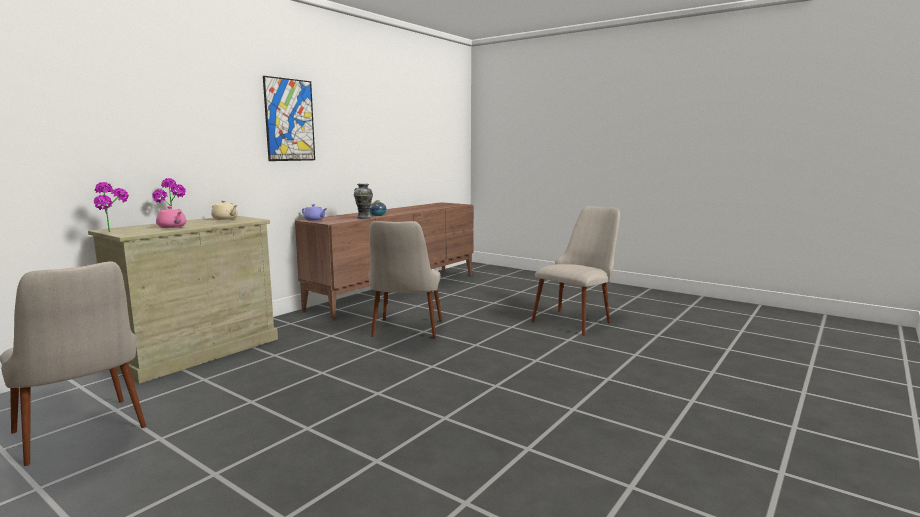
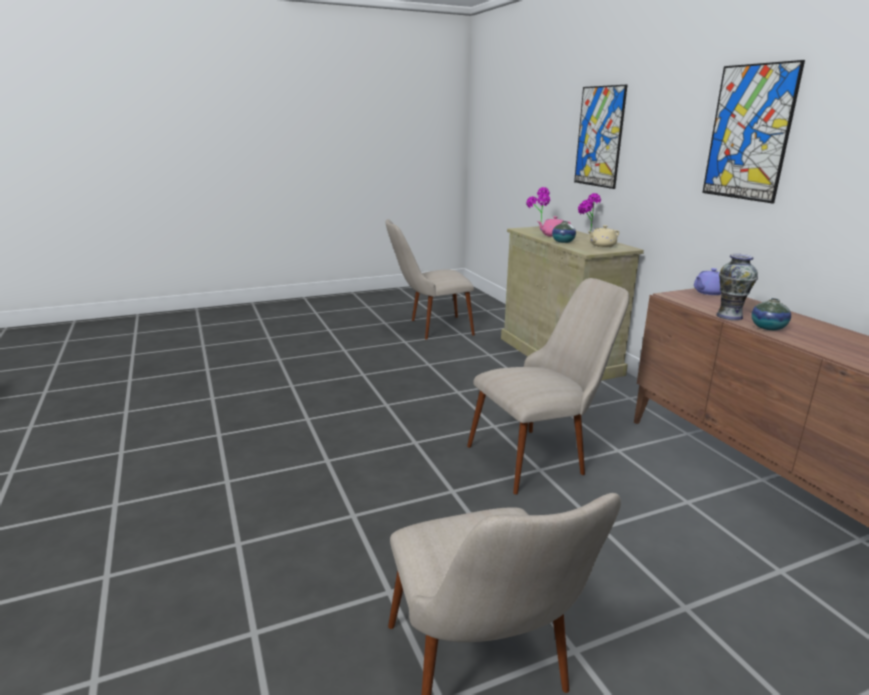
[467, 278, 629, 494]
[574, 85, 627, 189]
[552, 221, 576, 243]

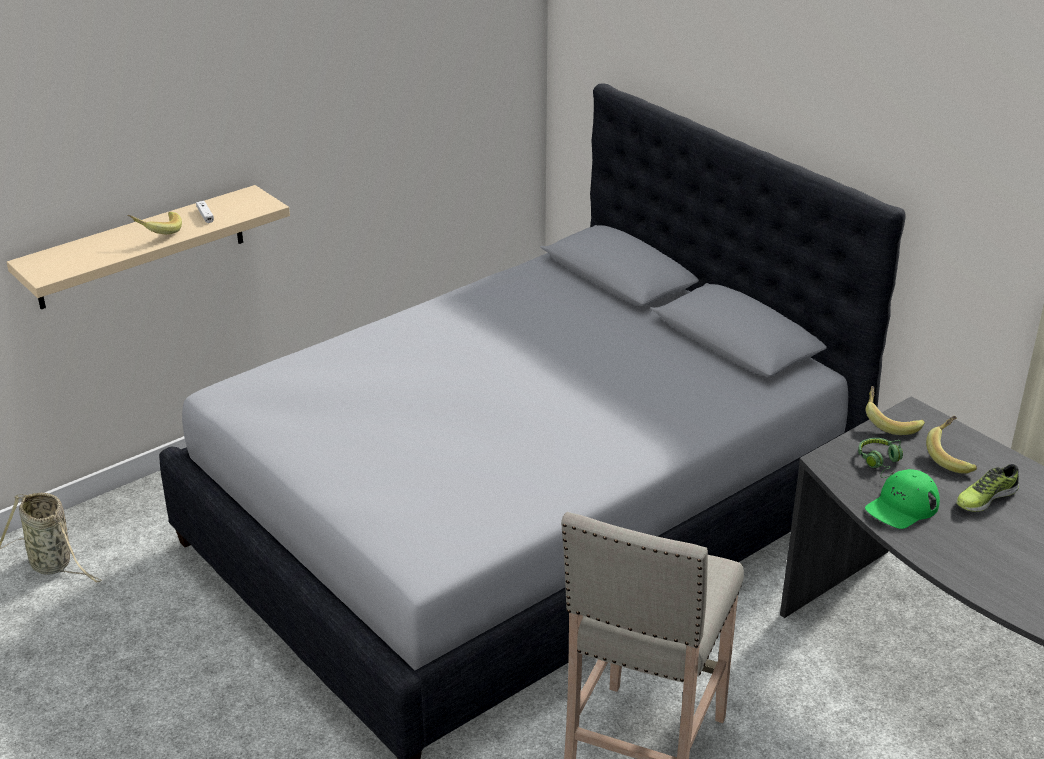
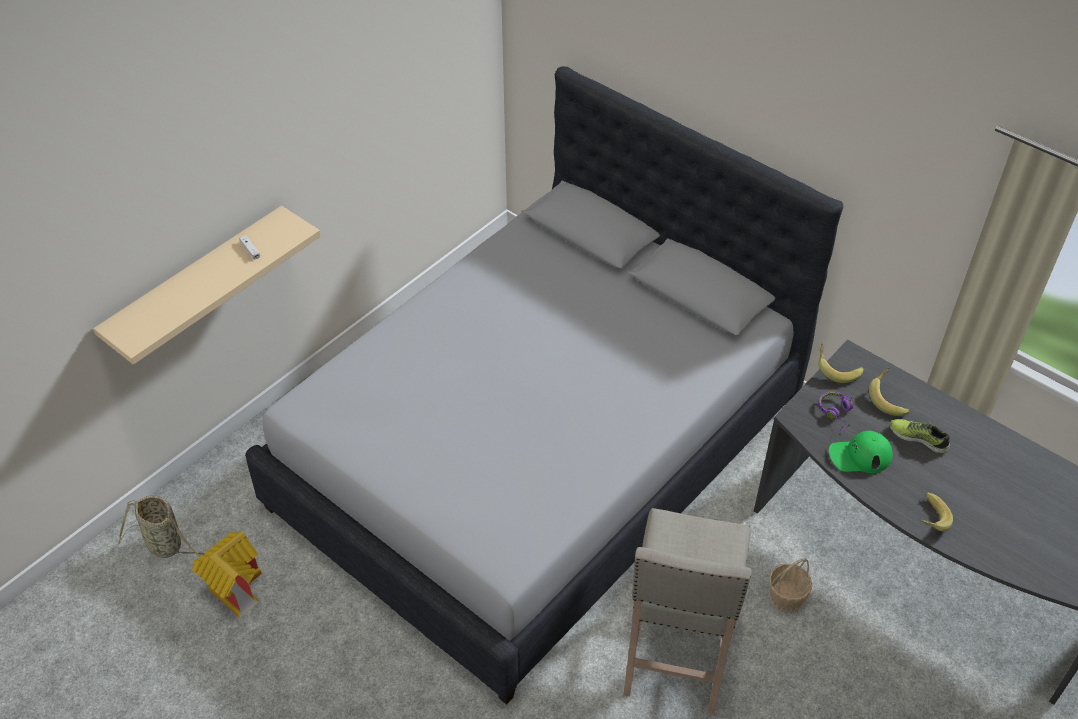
[920, 493, 953, 531]
[818, 391, 853, 431]
[890, 419, 950, 454]
[829, 431, 893, 473]
[192, 531, 262, 618]
[768, 558, 812, 612]

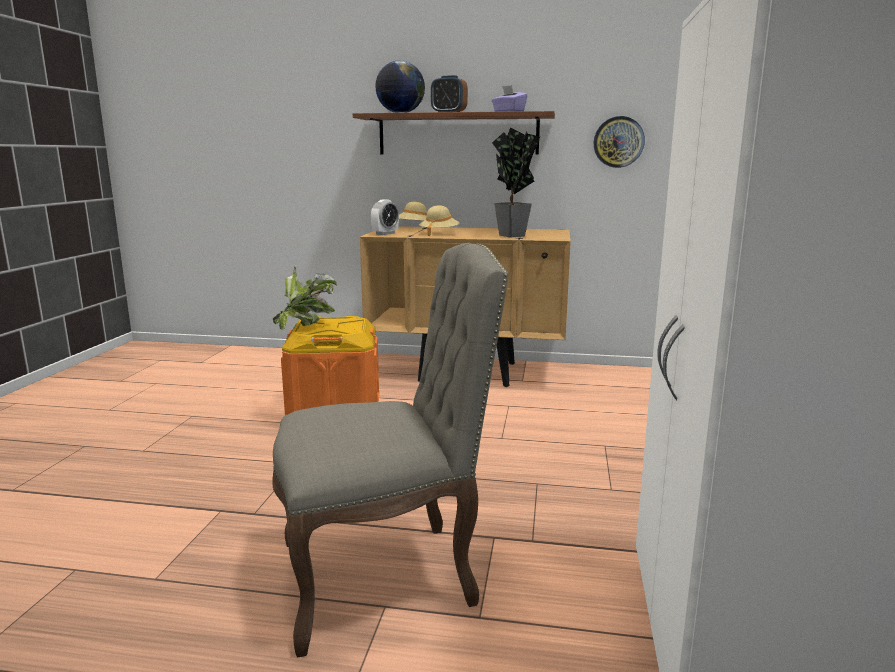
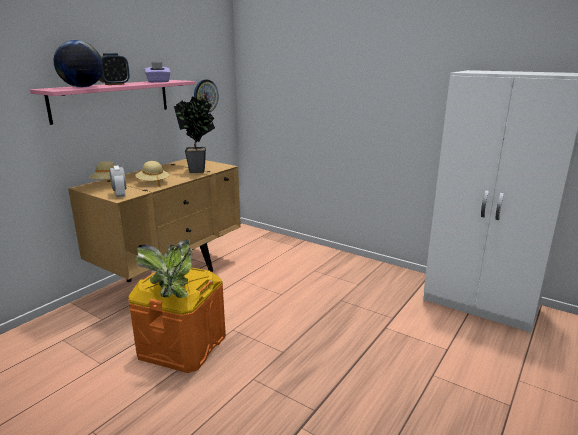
[30, 80, 195, 125]
[272, 243, 509, 657] (first image)

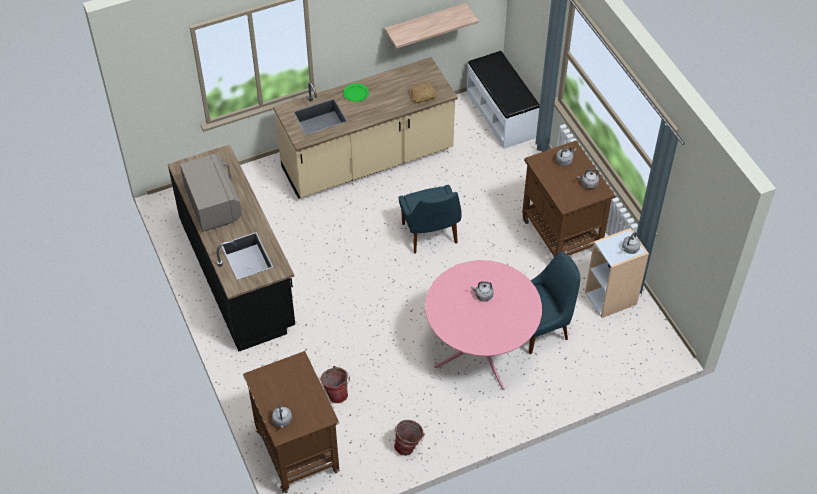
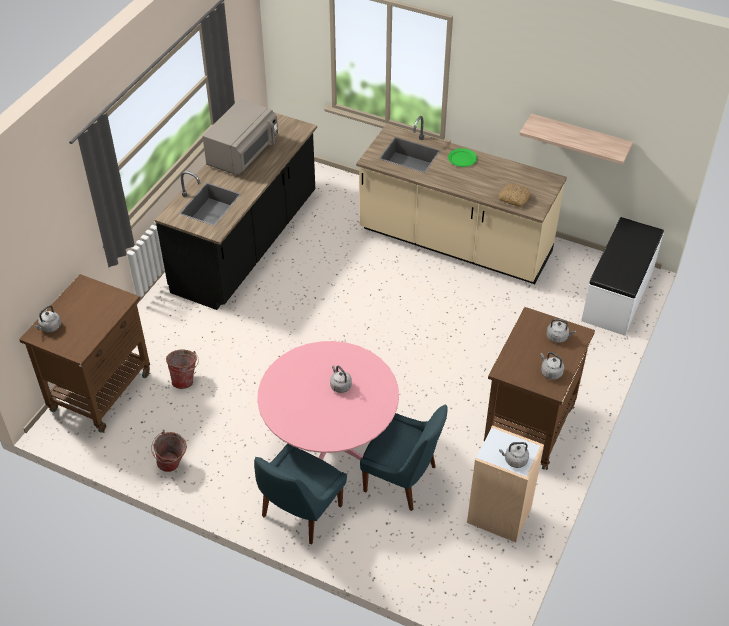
[254, 444, 347, 544]

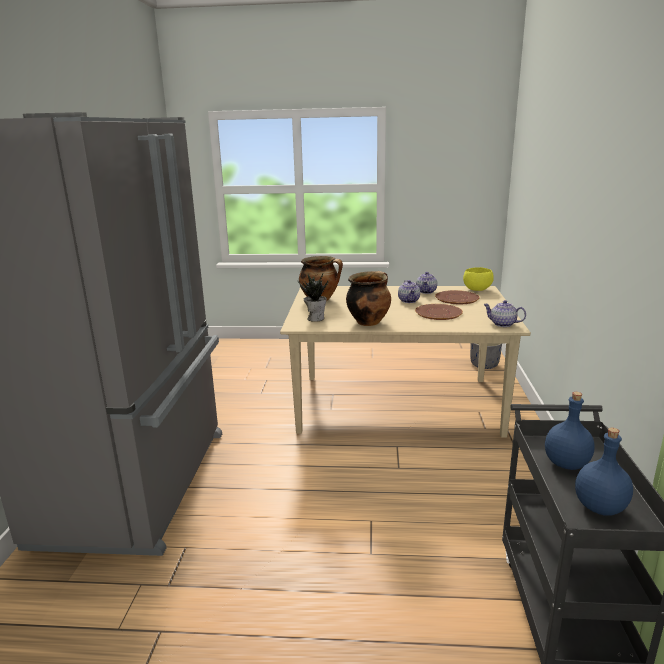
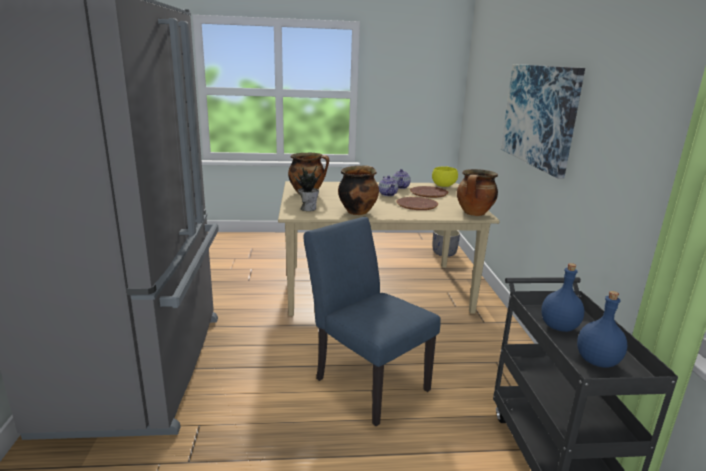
[457, 169, 498, 216]
[501, 64, 585, 179]
[304, 217, 441, 426]

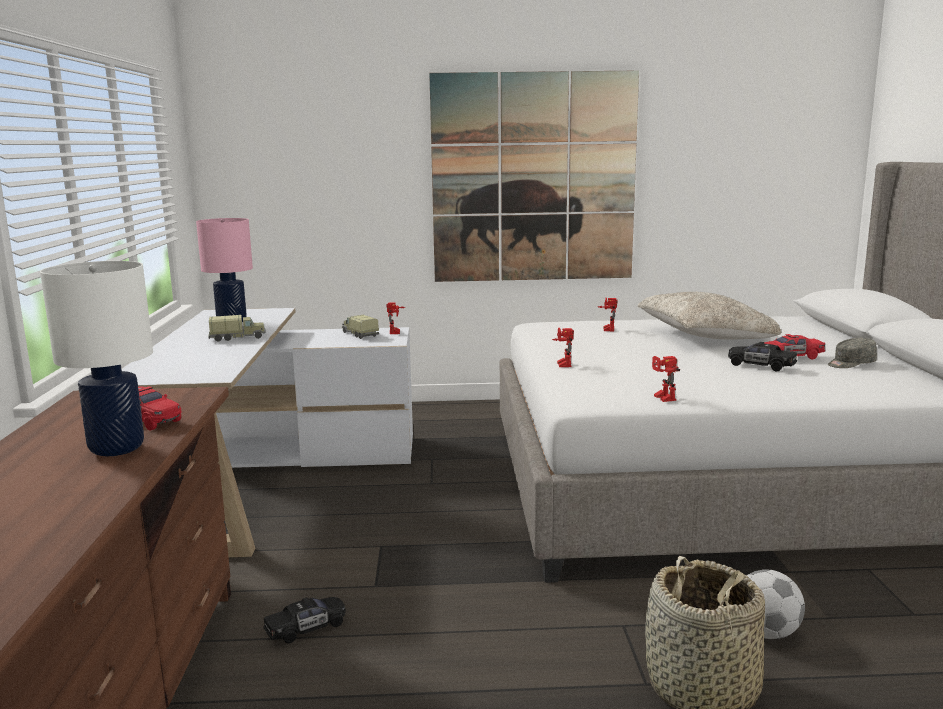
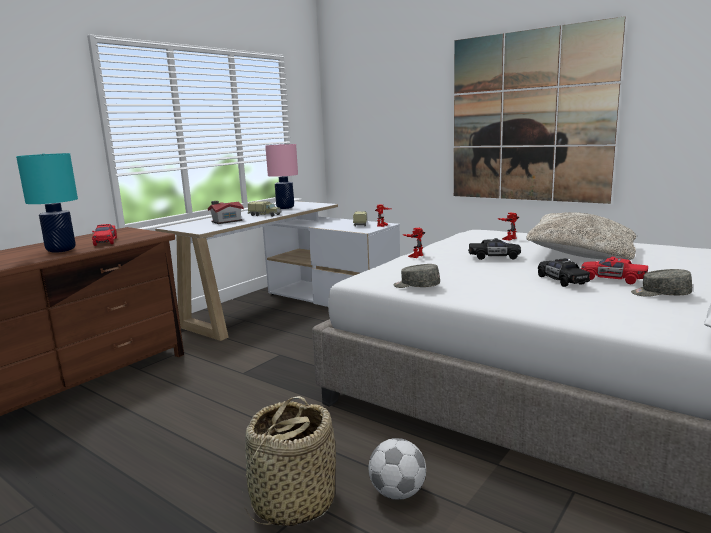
[16, 153, 78, 253]
[393, 264, 440, 288]
[468, 238, 521, 260]
[208, 201, 244, 224]

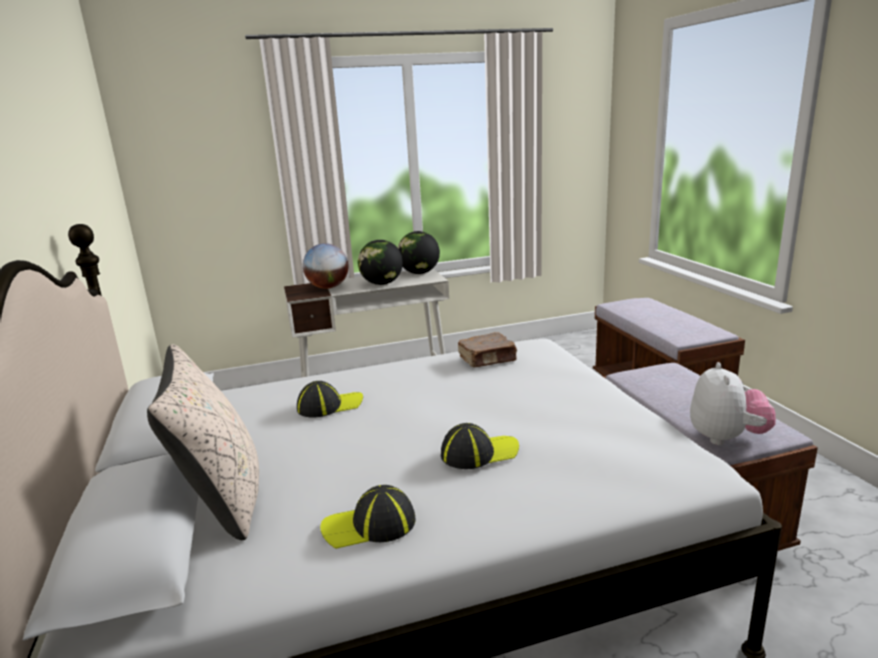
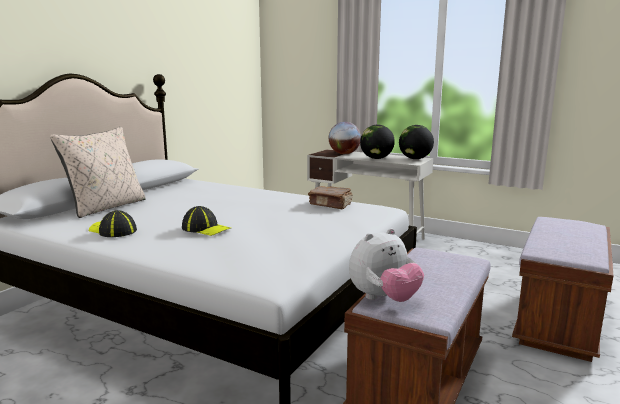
[297, 381, 363, 418] (first image)

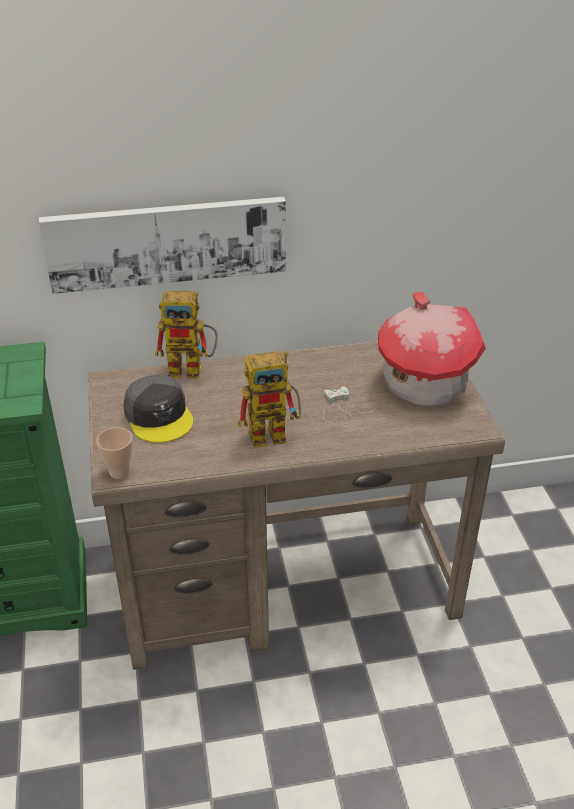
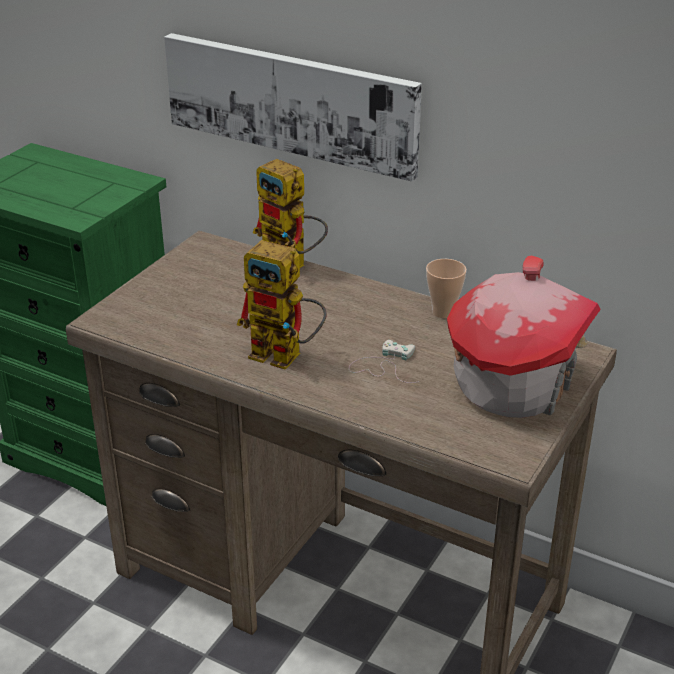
[123, 374, 193, 443] (first image)
[426, 259, 467, 318]

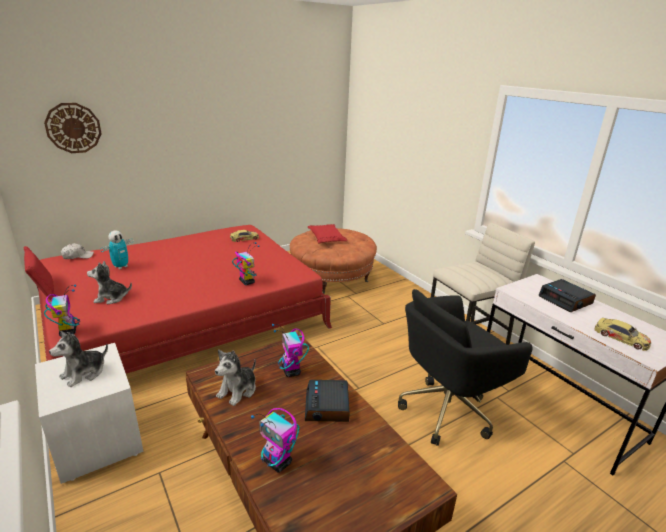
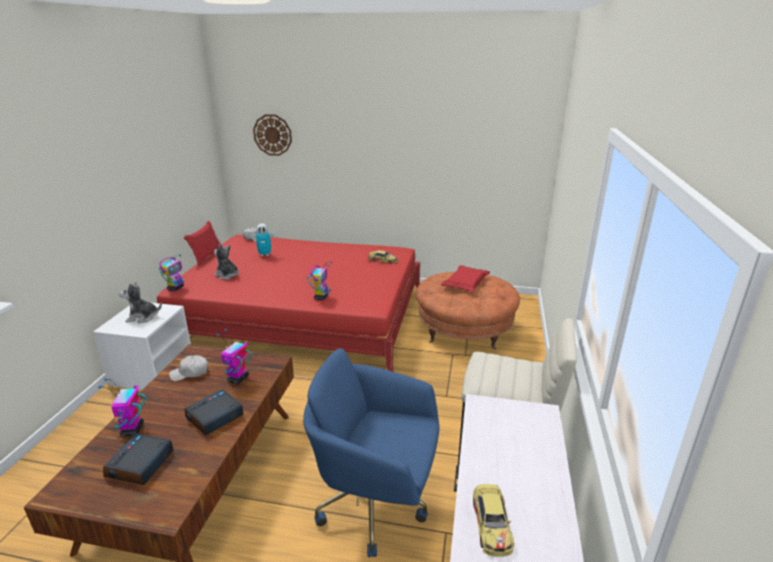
[103, 433, 173, 485]
[303, 348, 440, 557]
[169, 355, 208, 381]

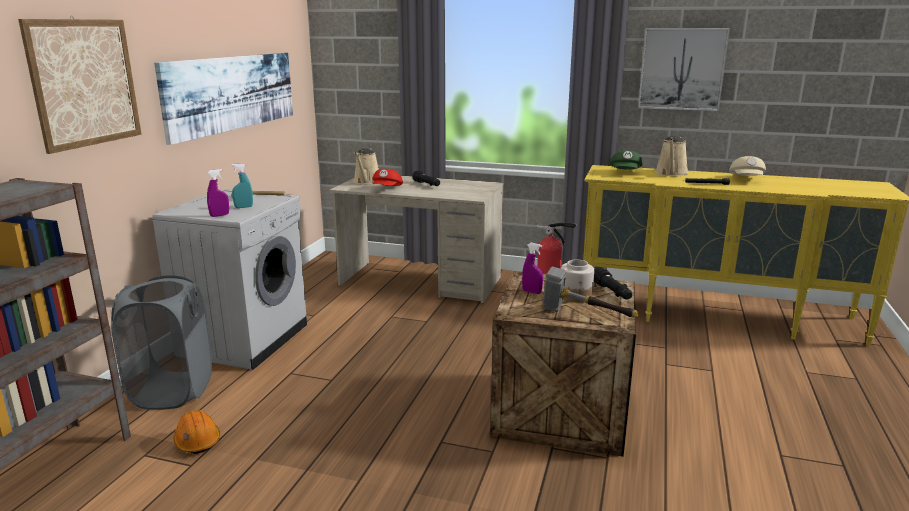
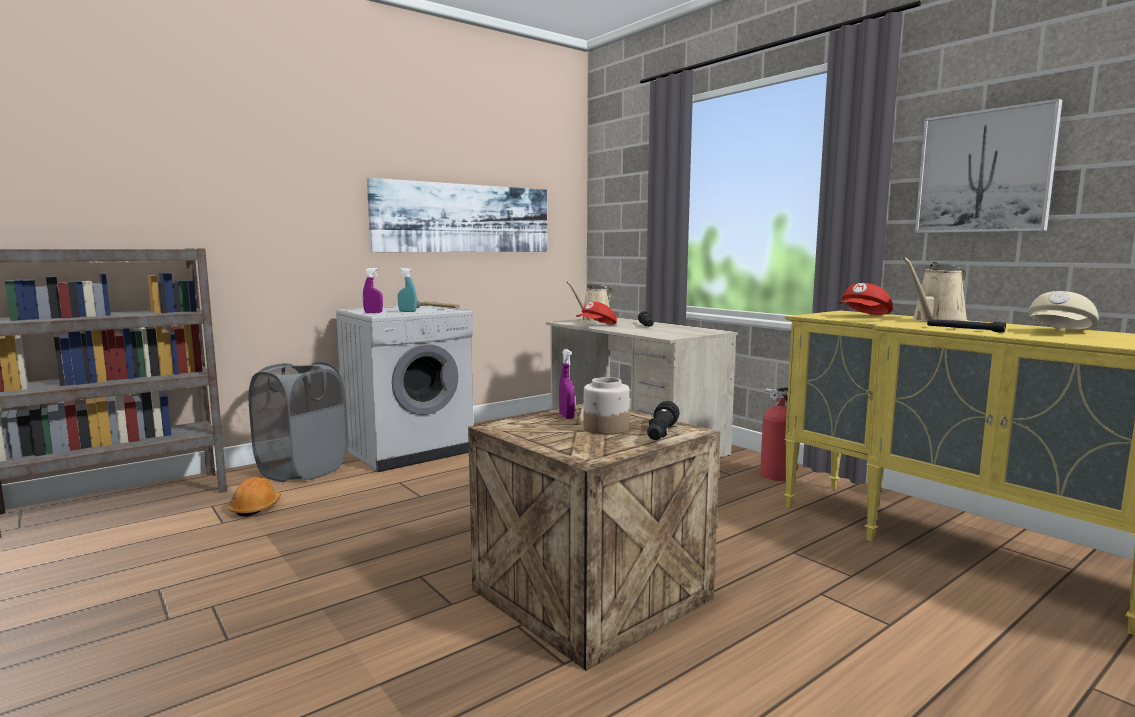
[18, 16, 142, 154] (first image)
[839, 283, 893, 315]
[543, 266, 639, 318] (first image)

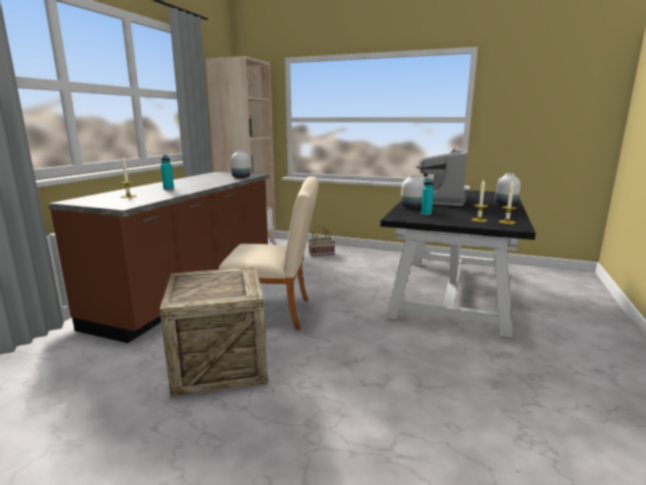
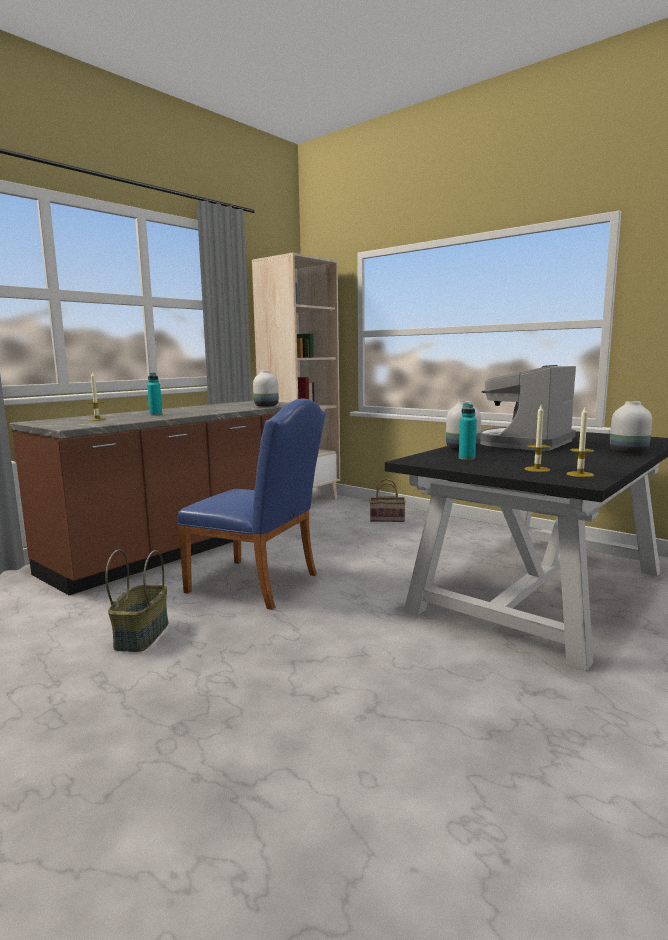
[177, 399, 326, 610]
[105, 549, 169, 652]

